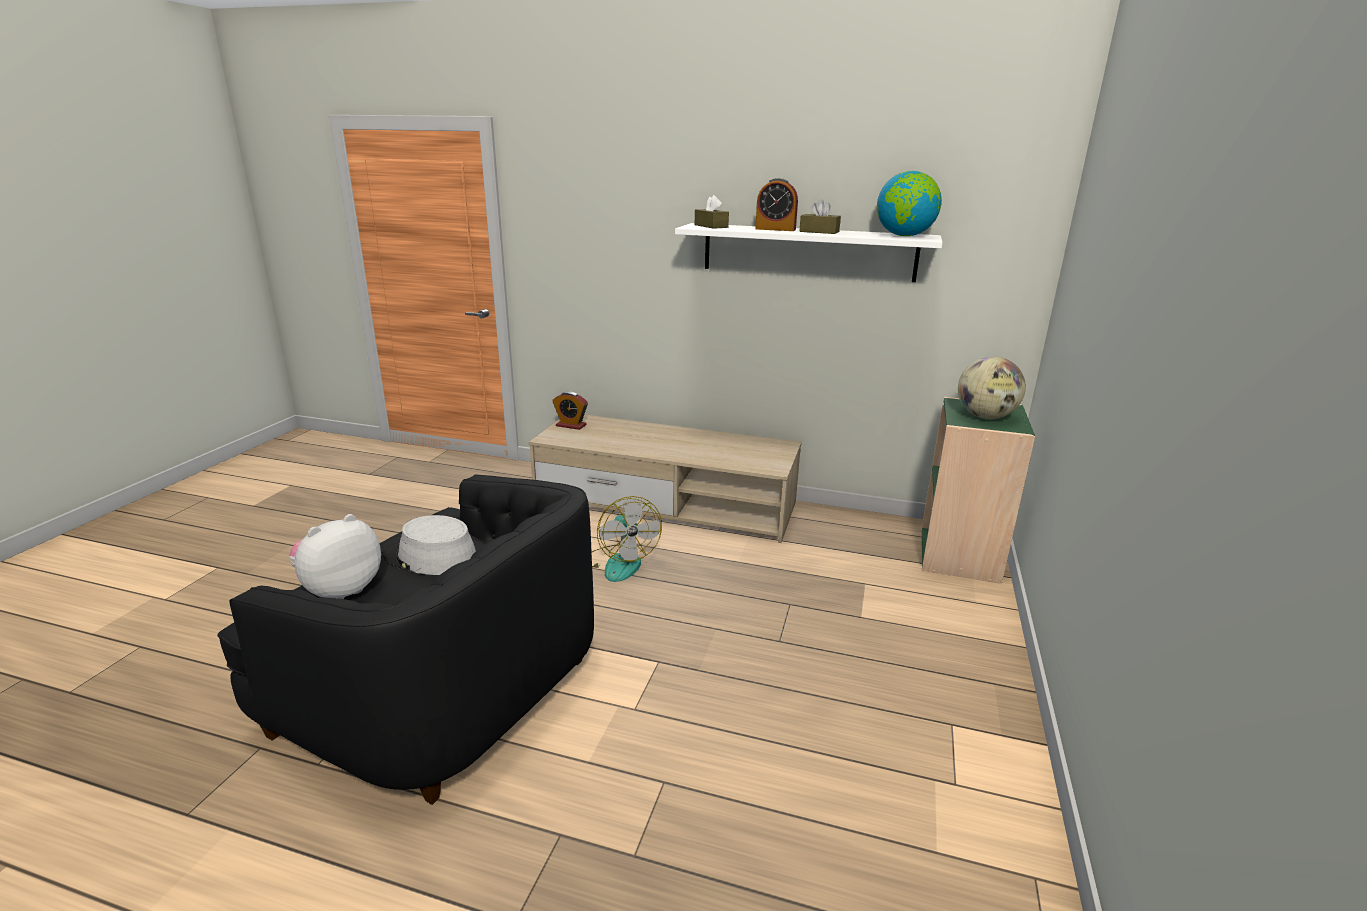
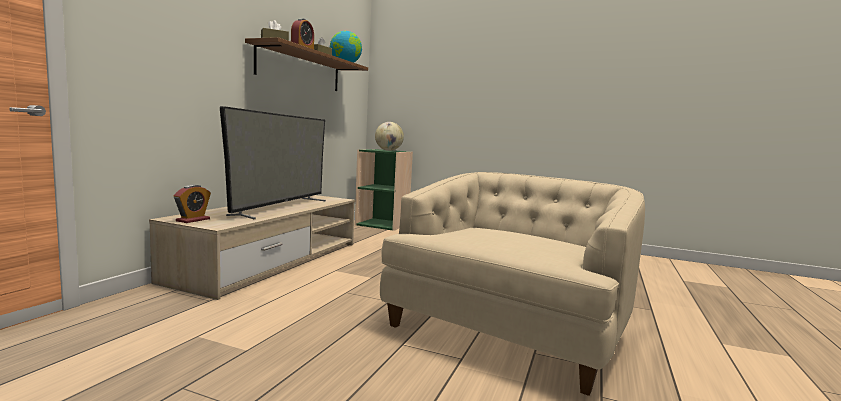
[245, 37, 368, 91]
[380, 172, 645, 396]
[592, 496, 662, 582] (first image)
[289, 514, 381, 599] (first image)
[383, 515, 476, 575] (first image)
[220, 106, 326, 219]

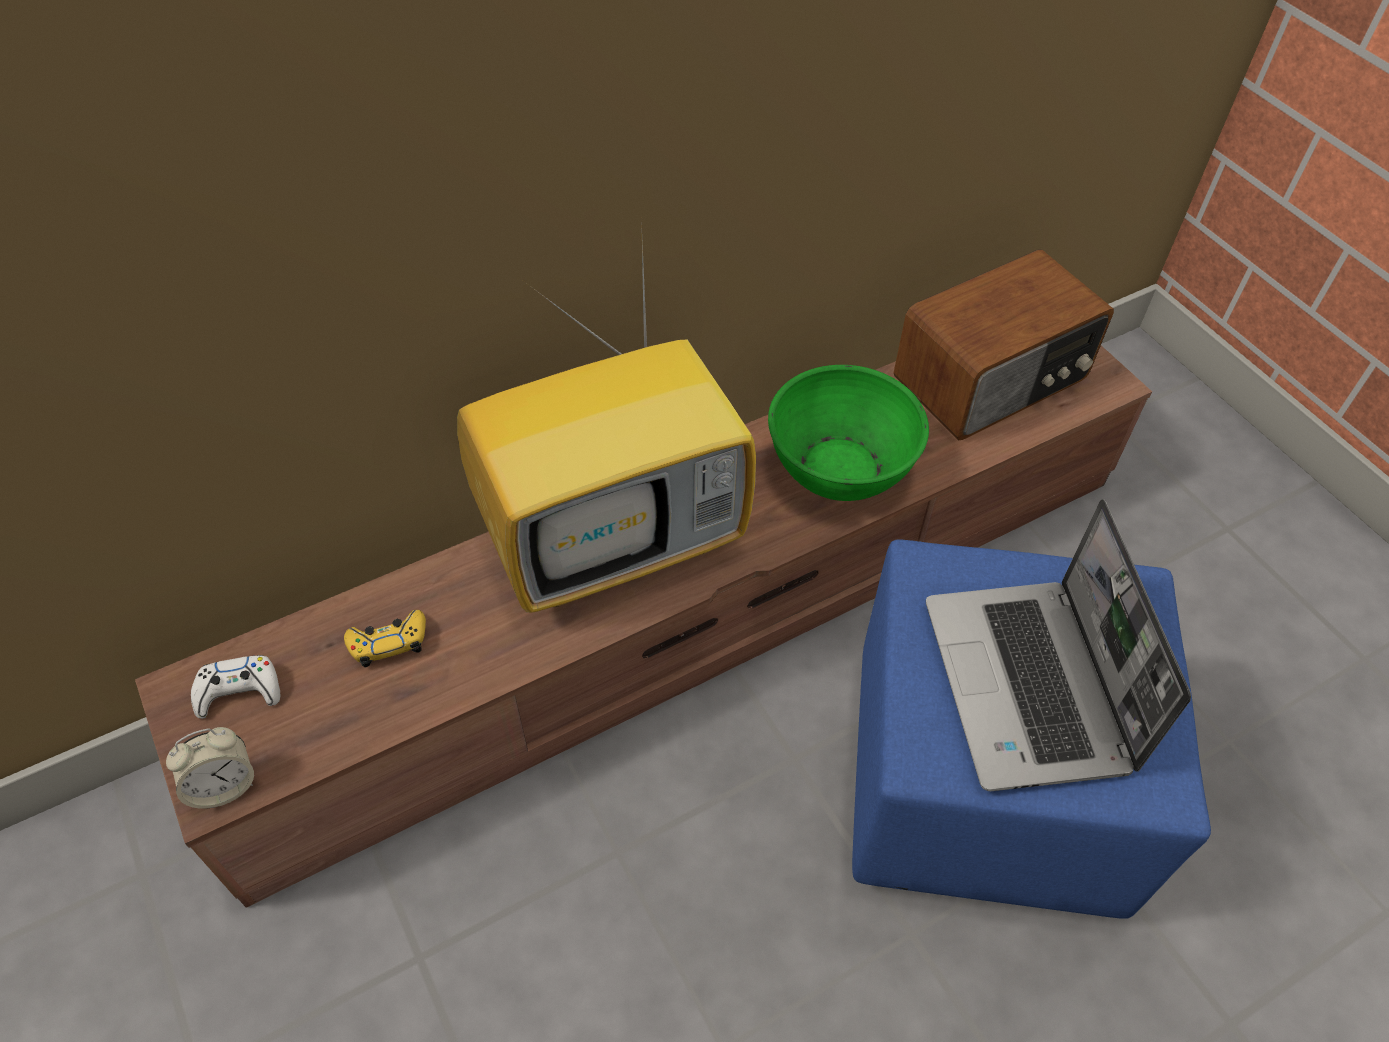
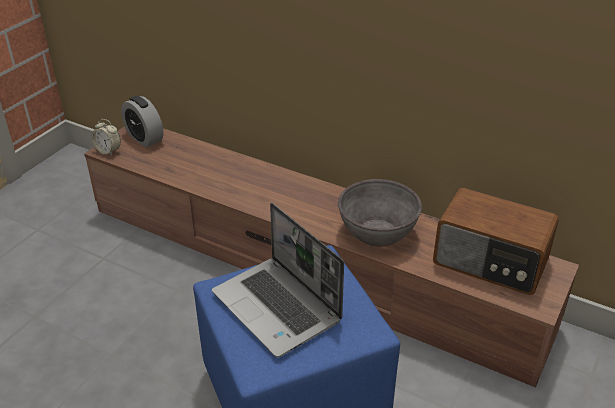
[457, 219, 756, 613] (first image)
[338, 179, 422, 246]
[212, 203, 344, 357]
[344, 610, 426, 667] (first image)
[121, 96, 164, 147]

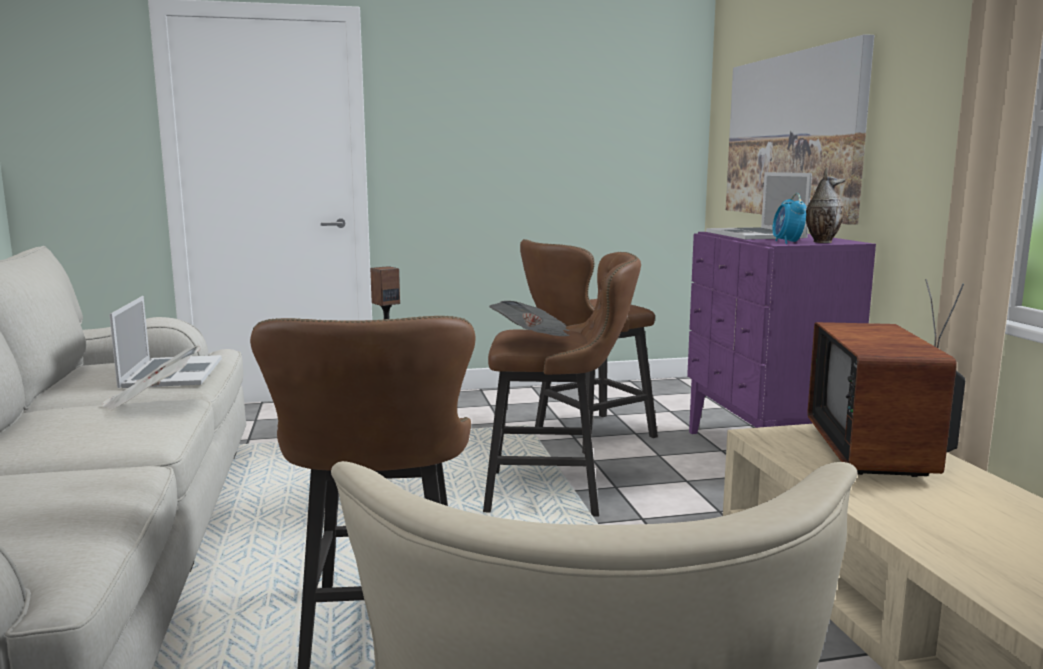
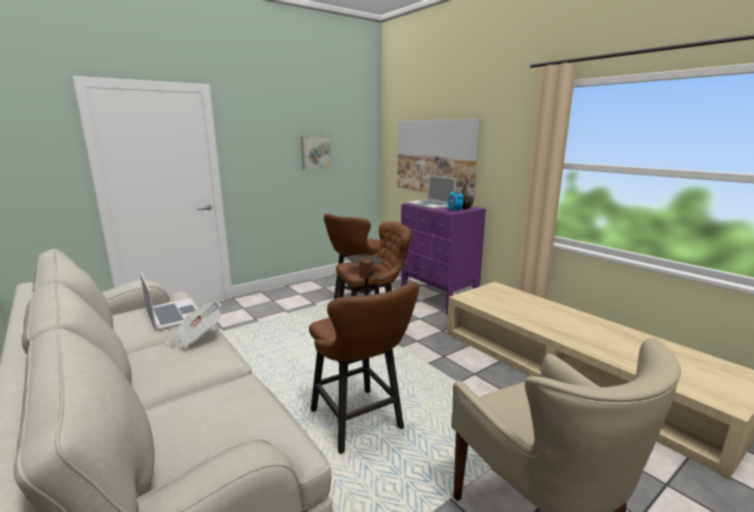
[807, 279, 965, 477] (first image)
[301, 136, 332, 170]

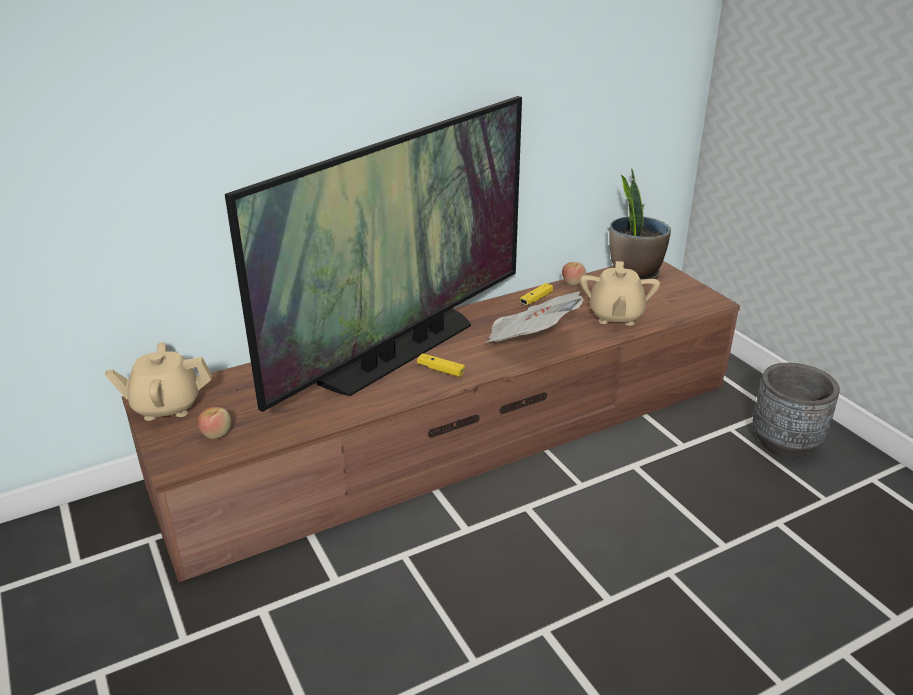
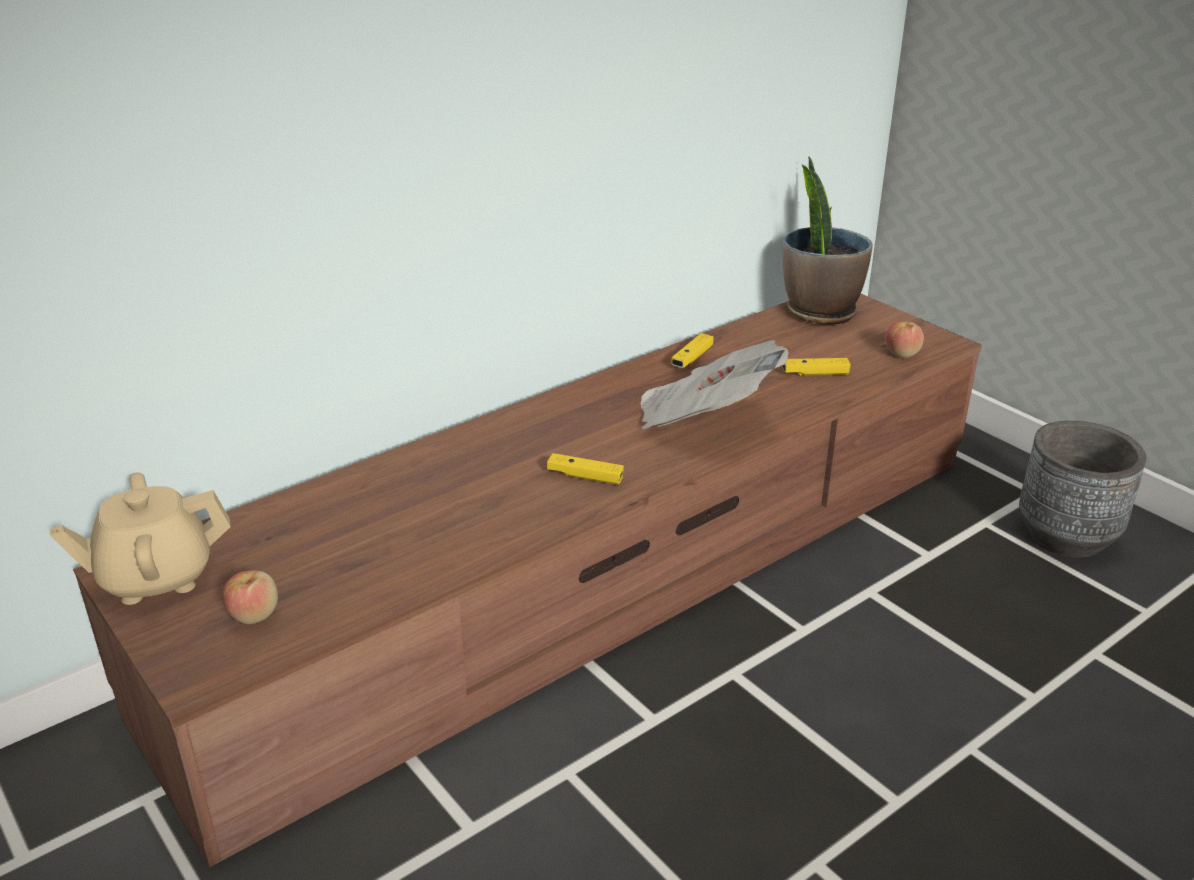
[225, 96, 522, 412] (first image)
[783, 358, 851, 376]
[885, 322, 924, 358]

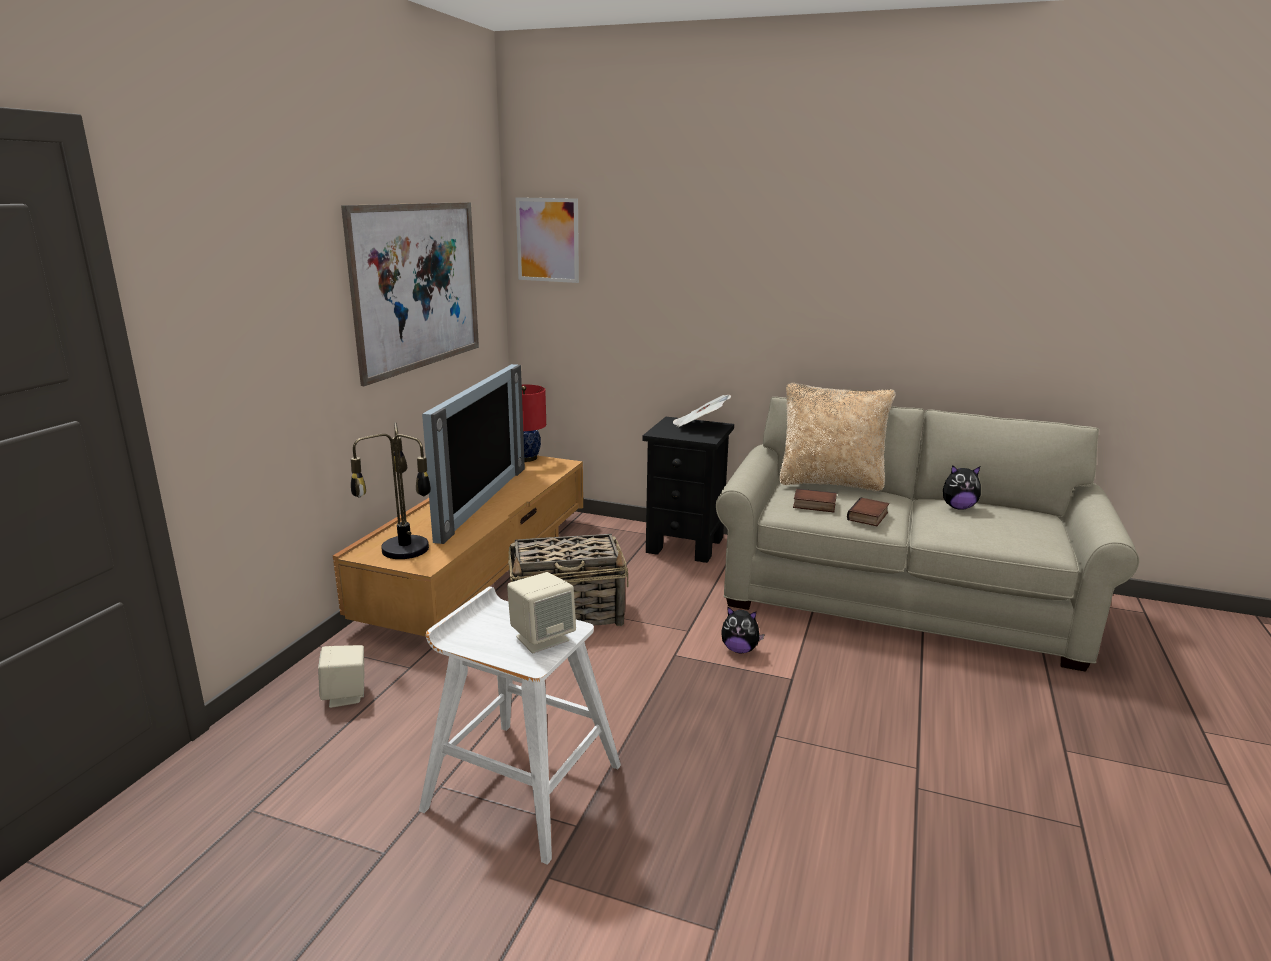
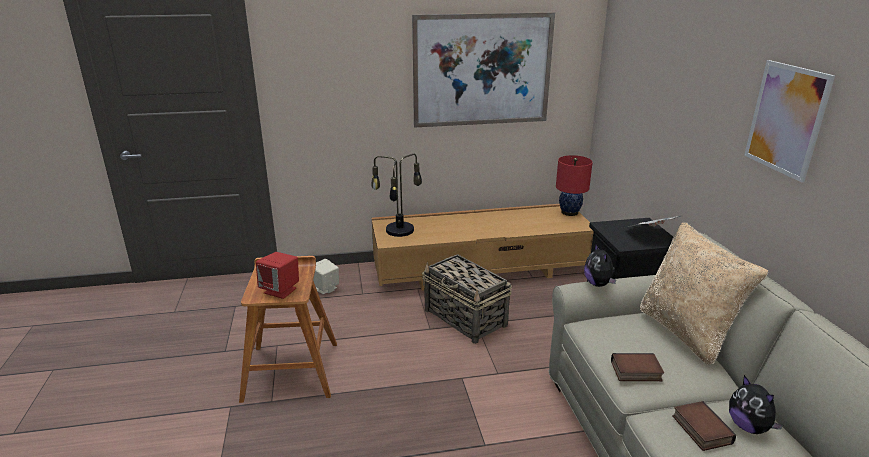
[744, 60, 835, 183]
[422, 364, 525, 544] (first image)
[672, 401, 736, 451]
[256, 252, 299, 299]
[239, 256, 337, 403]
[584, 243, 616, 287]

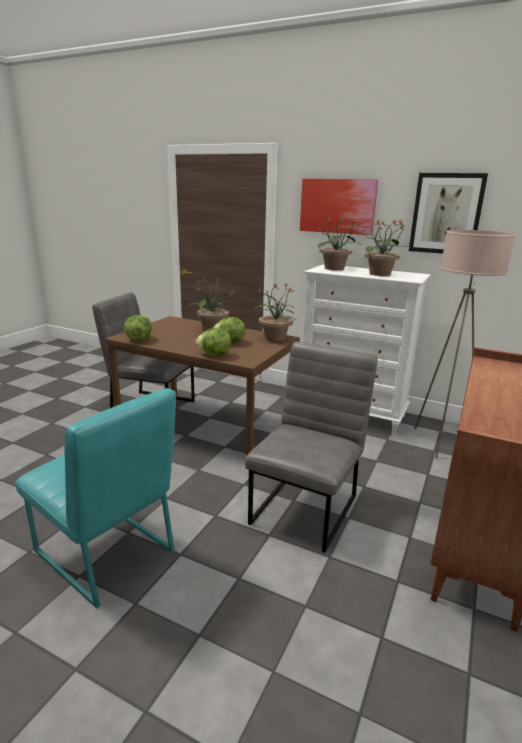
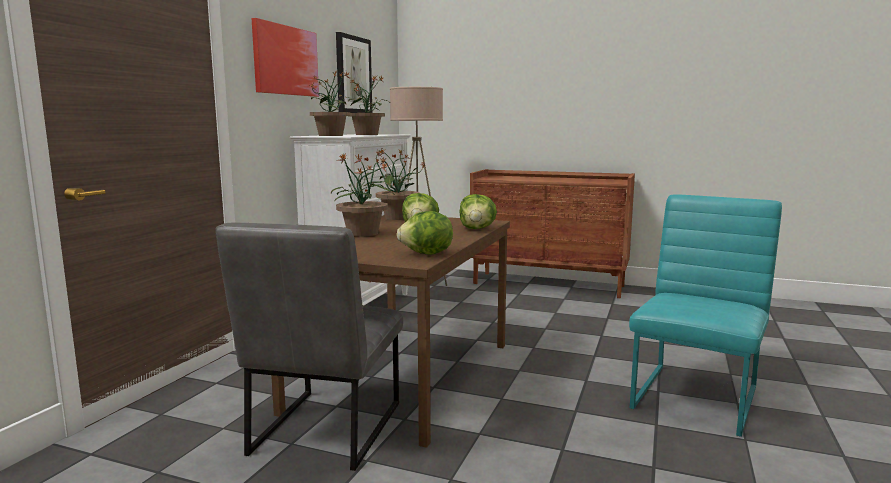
[245, 342, 378, 553] (first image)

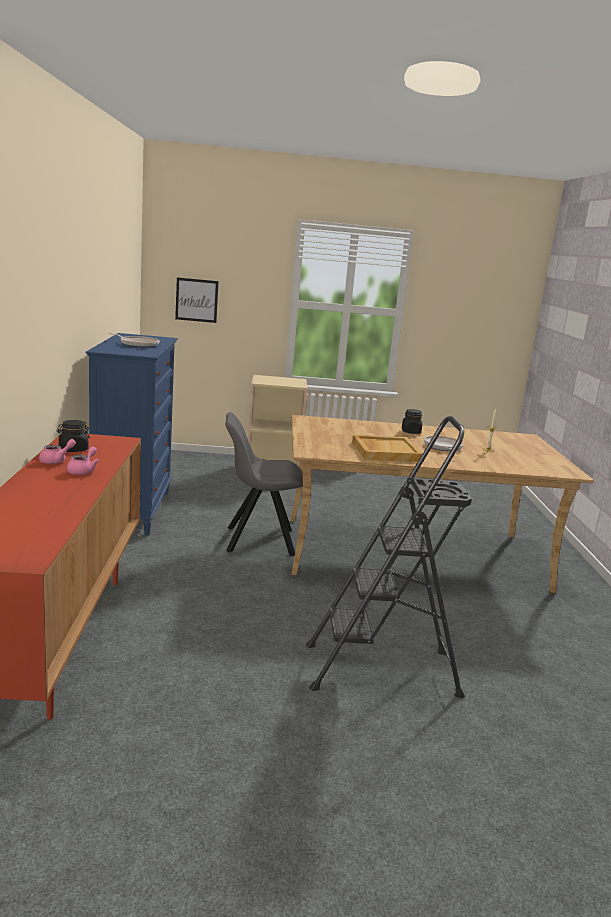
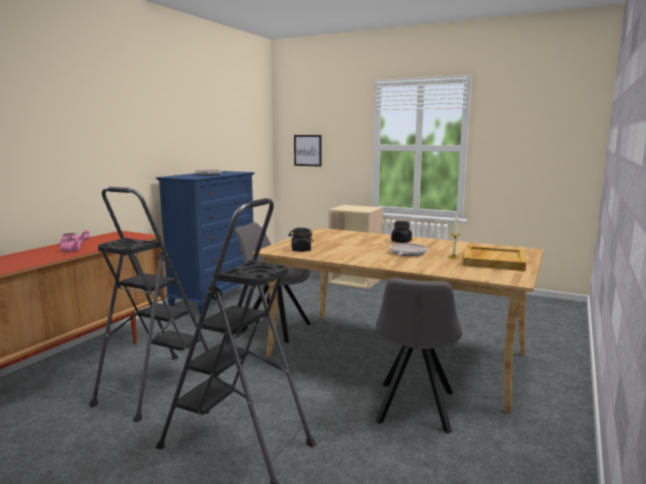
[289, 228, 313, 252]
[463, 246, 526, 271]
[89, 187, 209, 422]
[376, 278, 463, 433]

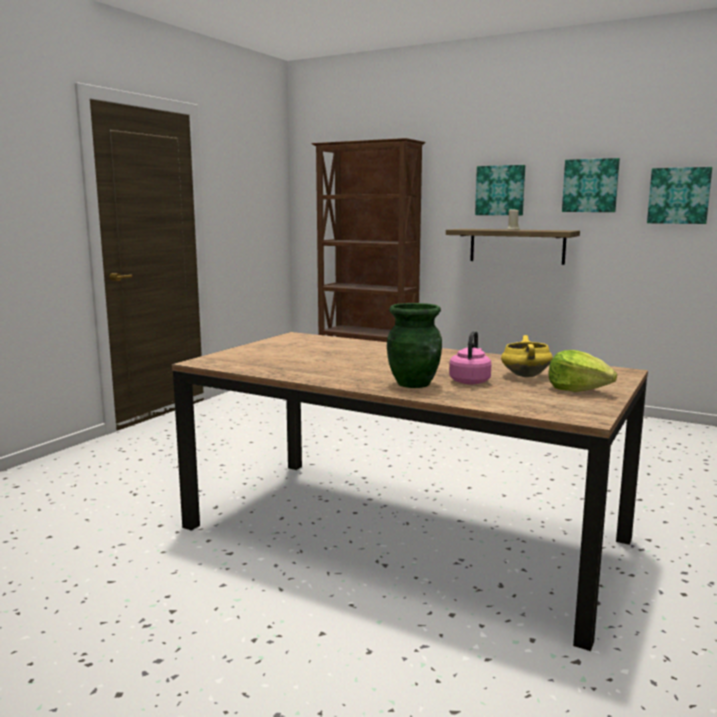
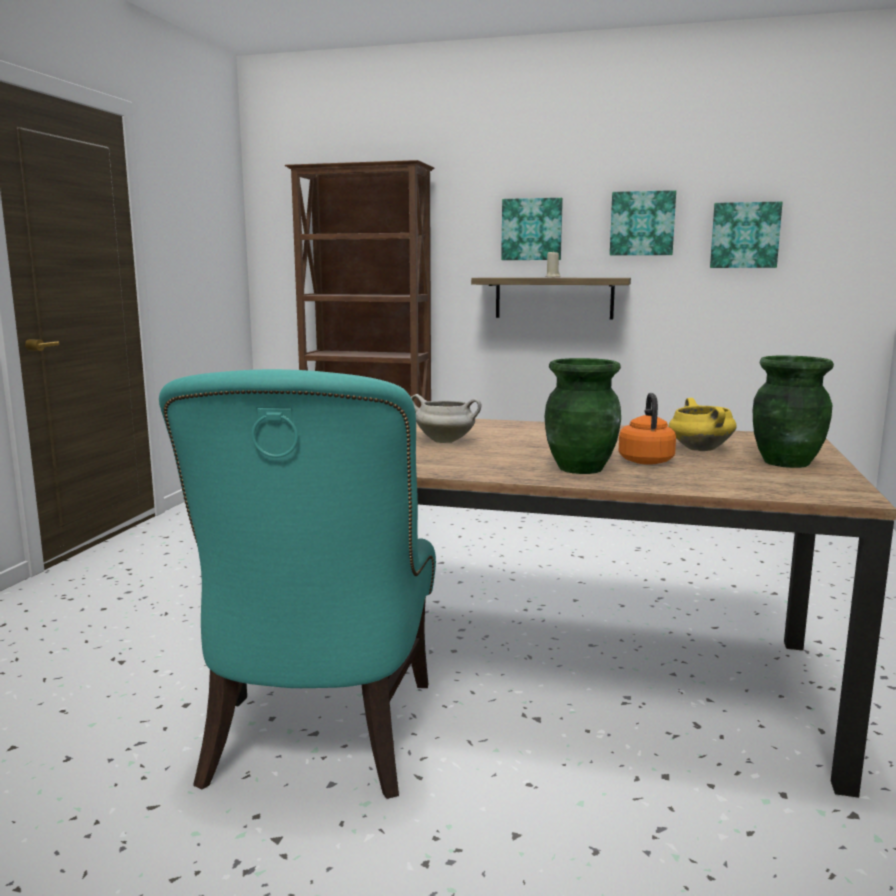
[619, 393, 676, 465]
[753, 356, 834, 468]
[159, 369, 436, 799]
[411, 394, 482, 443]

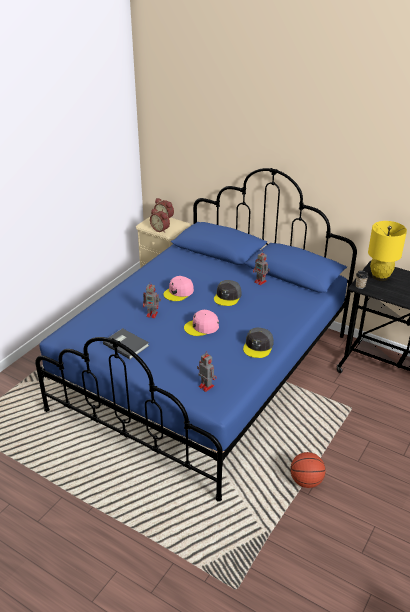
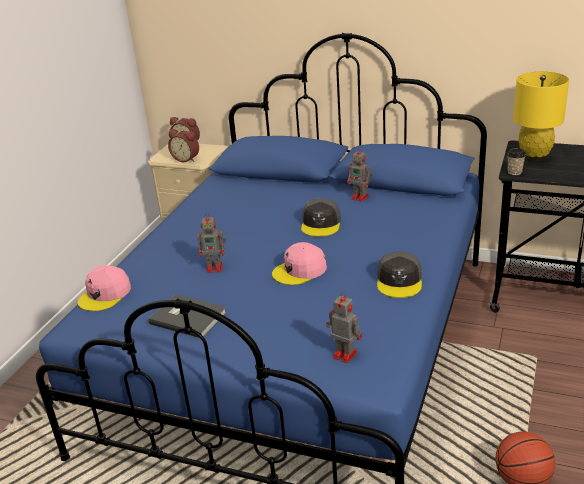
[78, 265, 131, 311]

